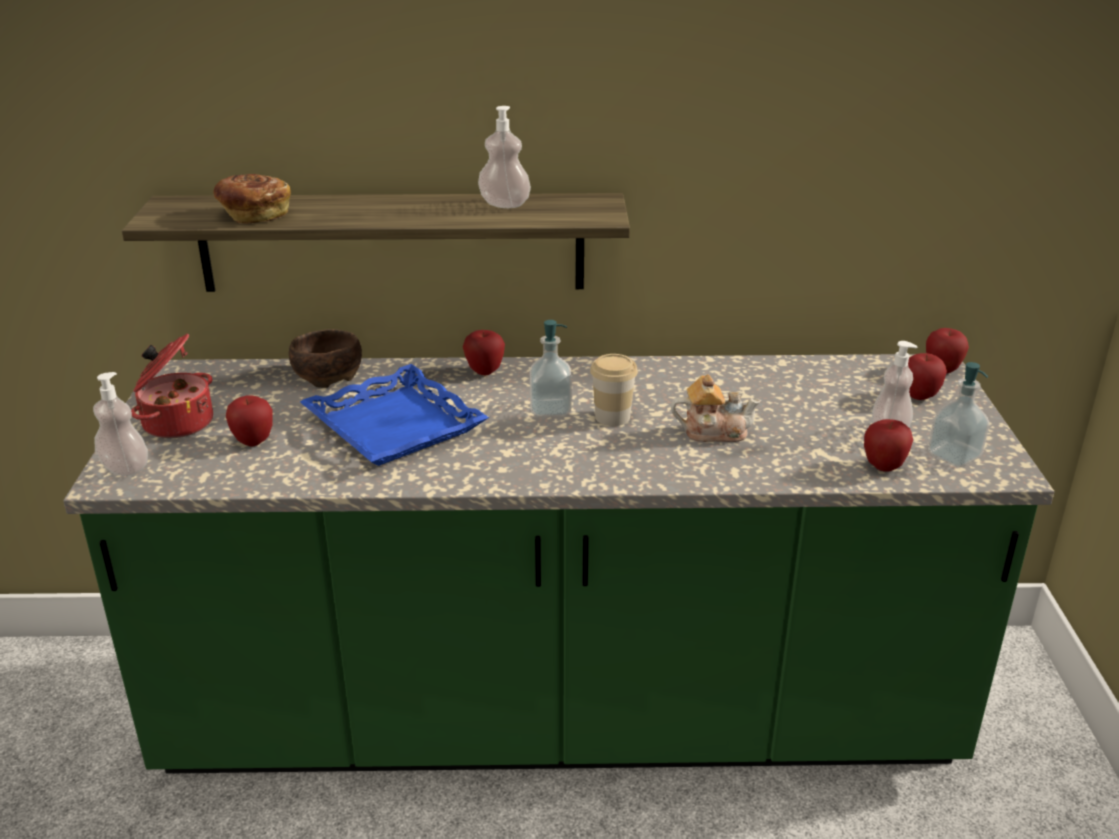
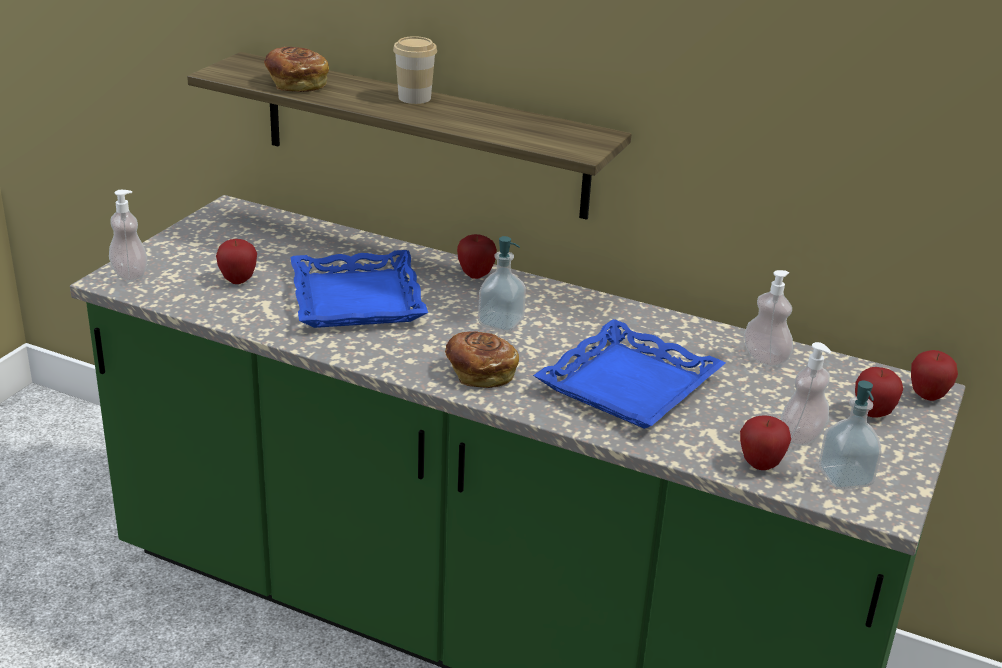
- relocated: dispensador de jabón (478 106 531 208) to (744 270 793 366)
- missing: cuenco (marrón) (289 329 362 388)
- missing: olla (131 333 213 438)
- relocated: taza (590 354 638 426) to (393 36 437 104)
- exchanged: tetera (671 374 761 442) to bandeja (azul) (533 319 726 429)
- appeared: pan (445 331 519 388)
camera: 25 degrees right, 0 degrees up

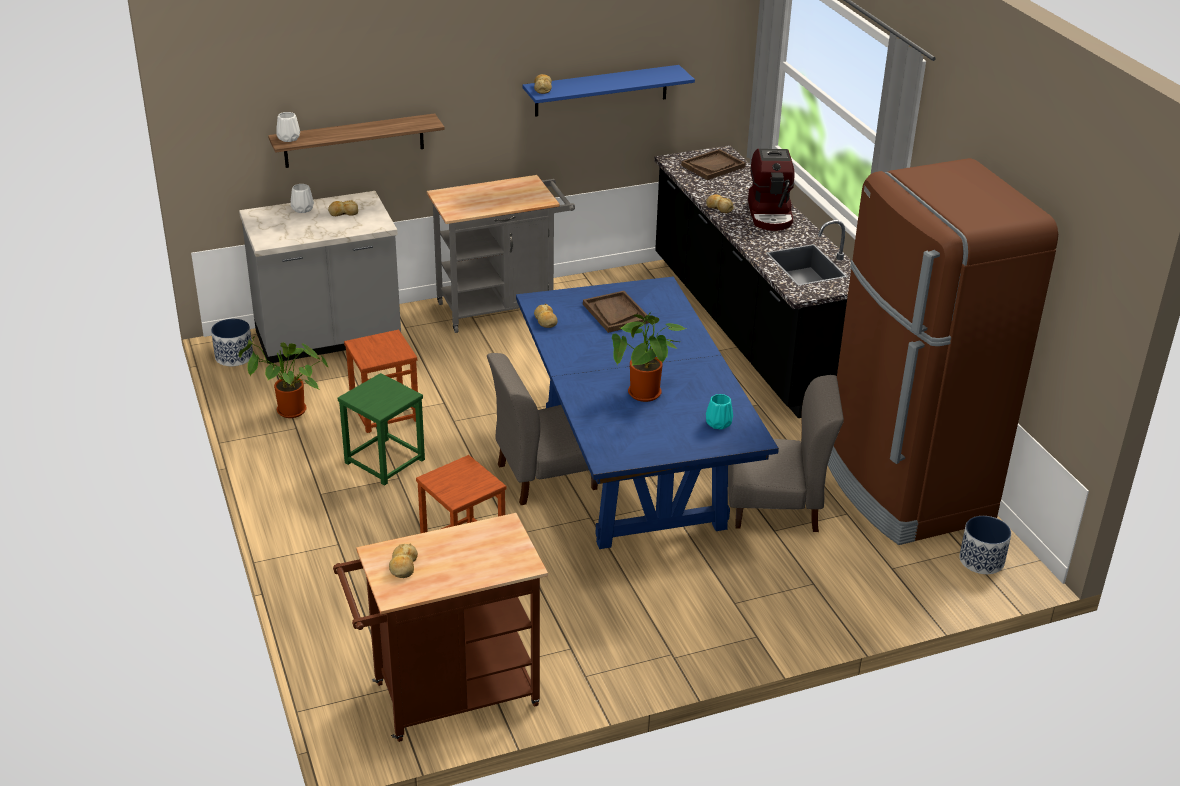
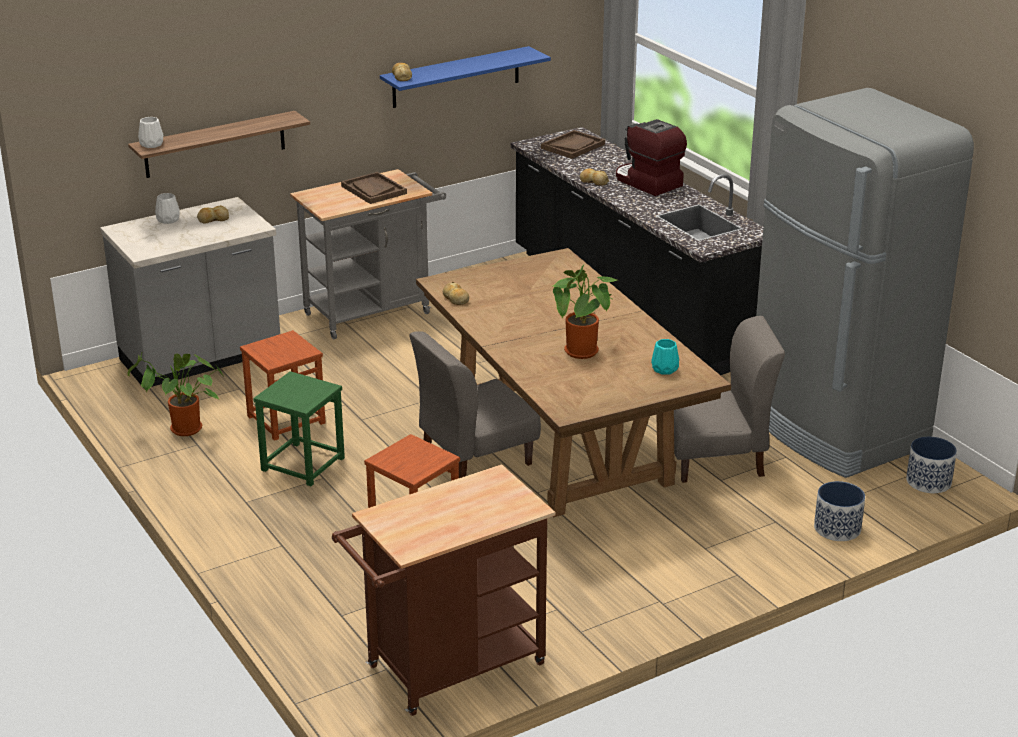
- spun: cafetera (748 149 794 231) = (616 119 687 196) 150 degrees clockwise
- colour: nevera (marrón) (828 158 1058 545) to nevera (gris) (756 88 974 478)
- colour: mesa de comedor (azul) (516 276 779 549) to mesa de comedor (marrón) (416 248 731 517)
- relocated: bandeja (marrón) (583 291 649 333) to (341 172 407 204)
- relocated: maceta (211 319 253 366) to (814 481 865 541)
- missing: pan (389 543 418 578)
camera: 10 degrees left, 5 degrees down

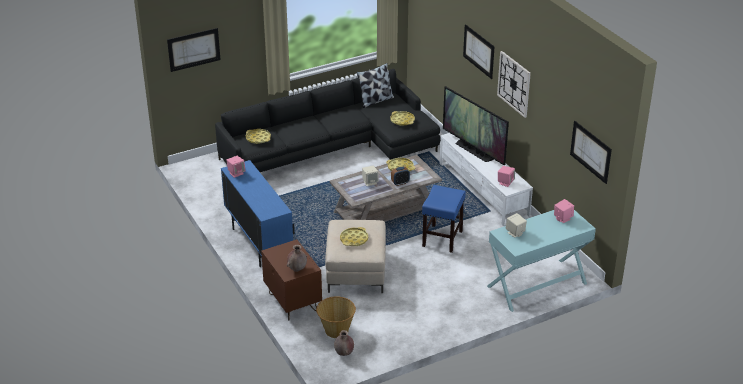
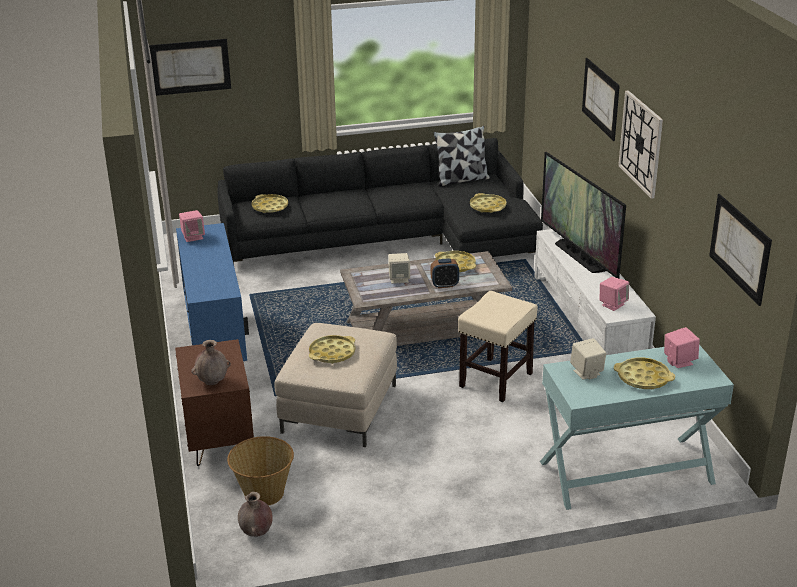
- colour: taburete (azul) (422 185 466 253) to taburete (beis) (458 291 538 402)
- appeared: bandeja (amarillo) (614 358 675 389)
camera: 15 degrees right, 5 degrees down

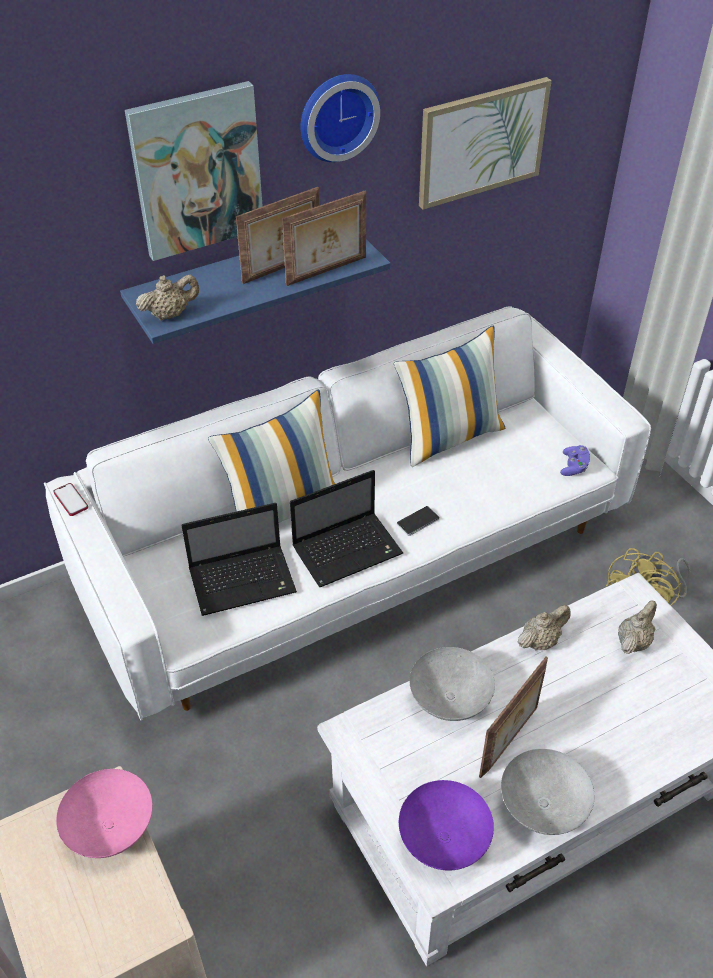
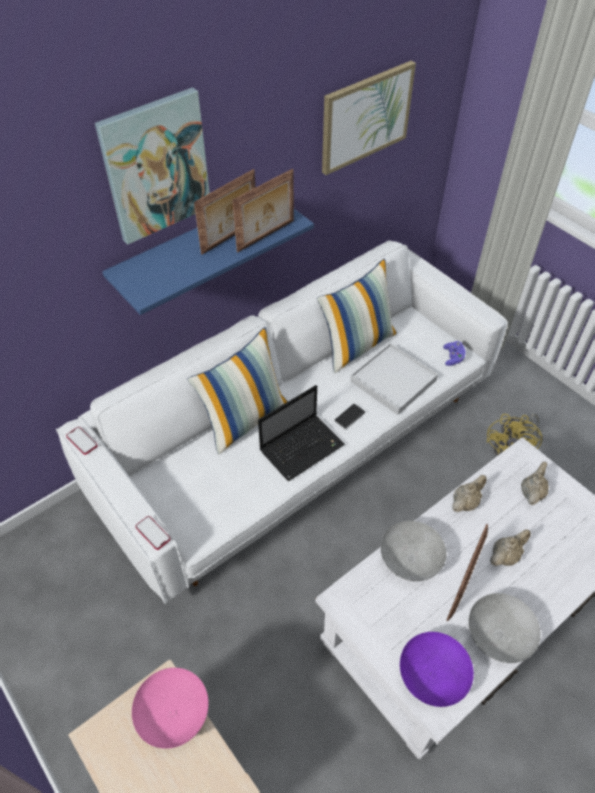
- missing: reloj de pared (301 74 380 162)
- relocated: tetera (beis) (136 275 199 320) to (490 530 531 566)
- missing: portátil (181 503 297 616)
- appeared: bandeja (blanco) (350 343 438 415)
- appeared: móvil (136 516 170 550)
camera: 10 degrees left, 5 degrees up

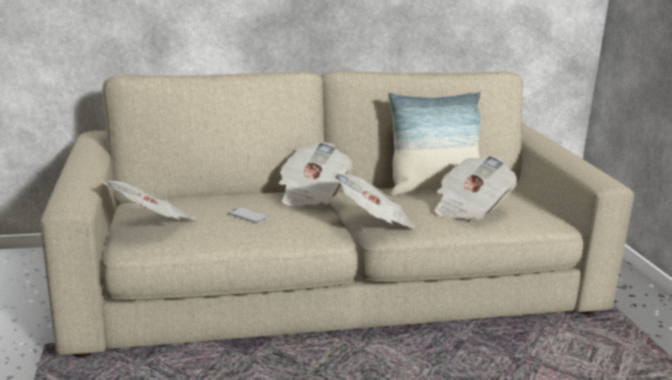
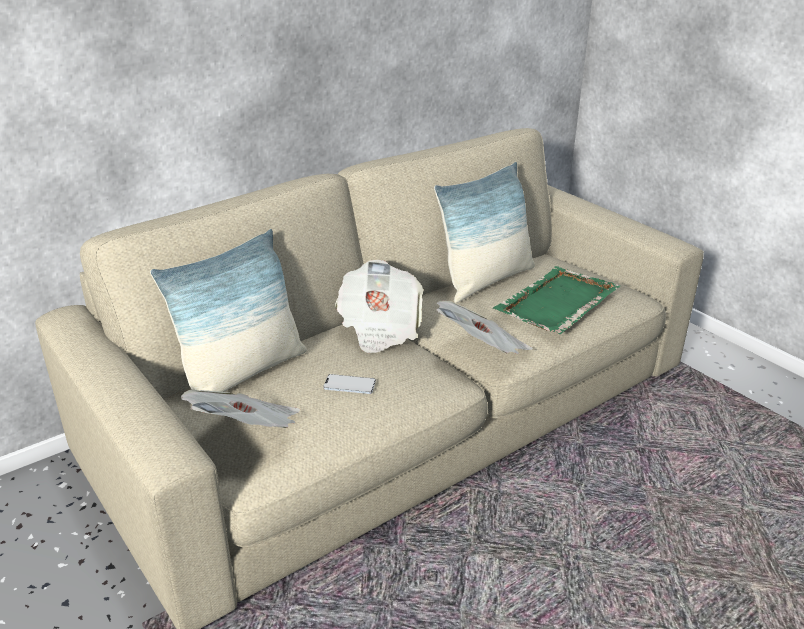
- exchanged: periódico (434 156 517 220) to bandeja (verde) (493 266 620 334)
- appeared: cojín (150 229 307 392)
camera: 25 degrees left, 10 degrees up

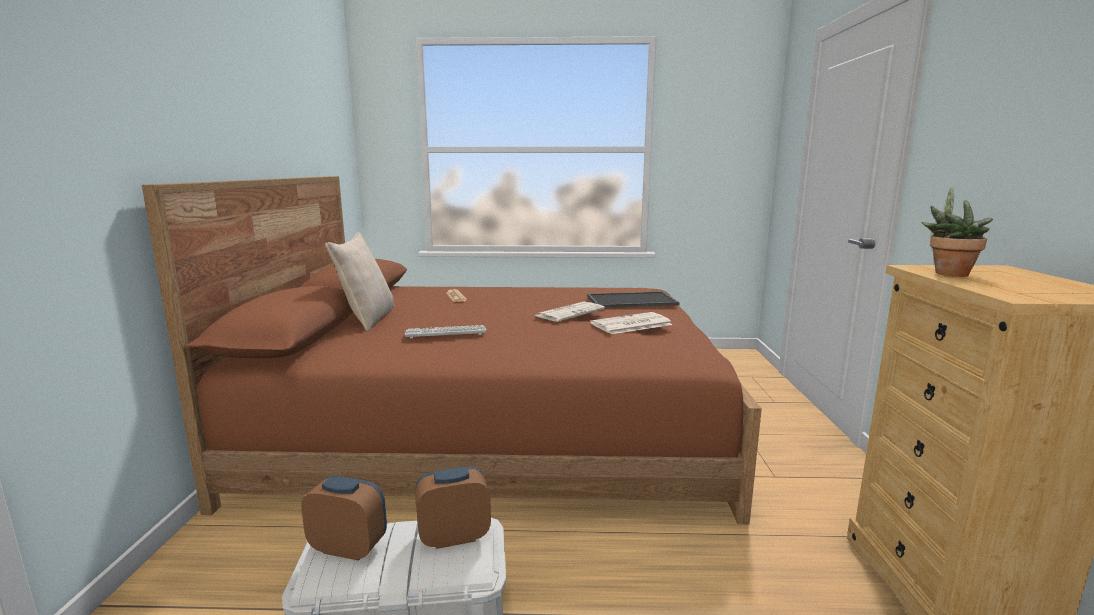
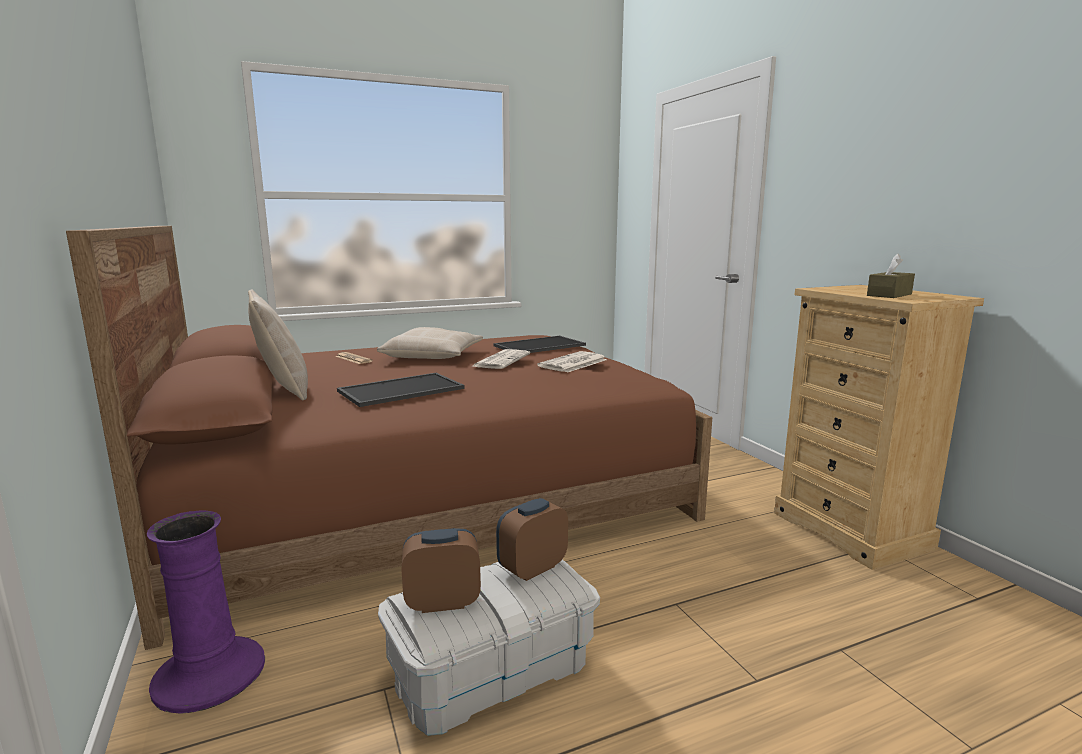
- missing: planta en maceta (921 188 993 277)
- exchanged: teclado (405 325 486 338) to bandeja (337 373 465 407)
- appeared: caja de pañuelos (marrón) (867 253 915 298)
- appeared: cojín (beis) (377 327 483 359)
- appeared: florero (morado) (147 510 265 714)
camera: 25 degrees left, 0 degrees up

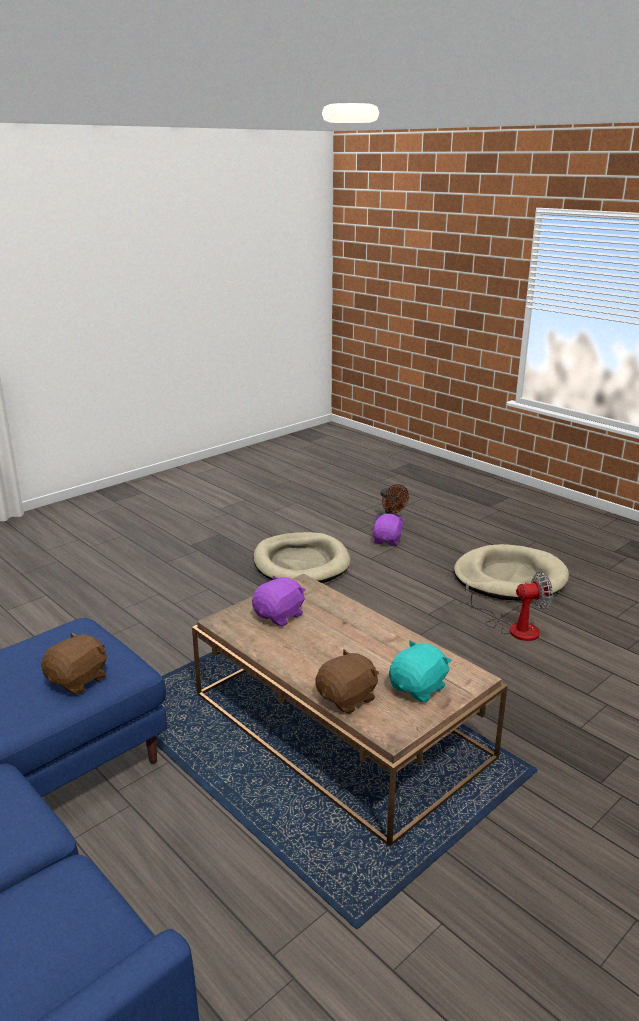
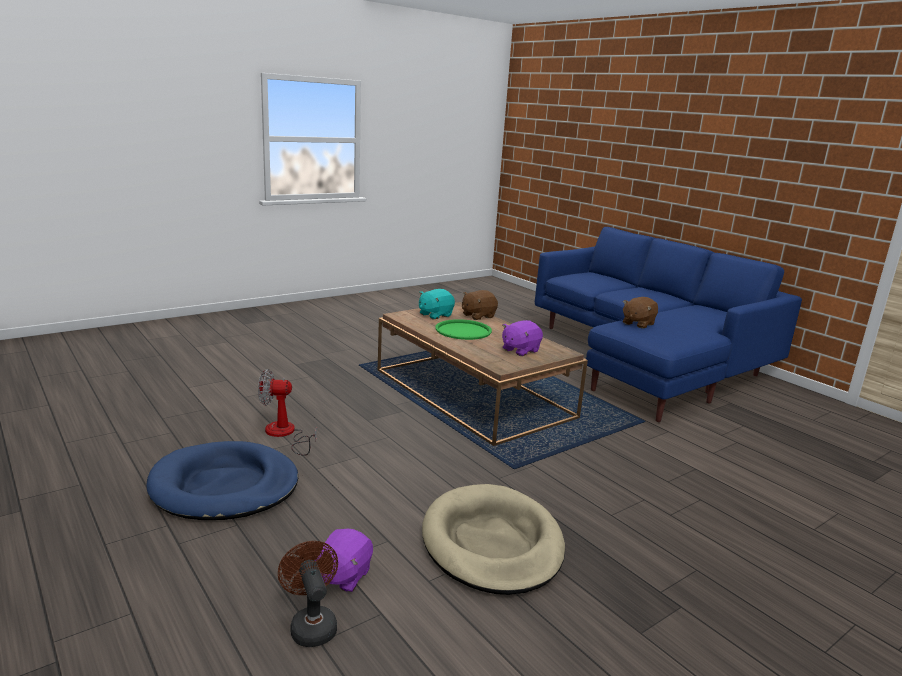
- colour: cama para perro (beis) (454 544 569 601) to cama para perro (azul) (146 441 298 520)
- appeared: bandeja (verde) (435 319 492 340)
camera: 175 degrees left, 5 degrees down

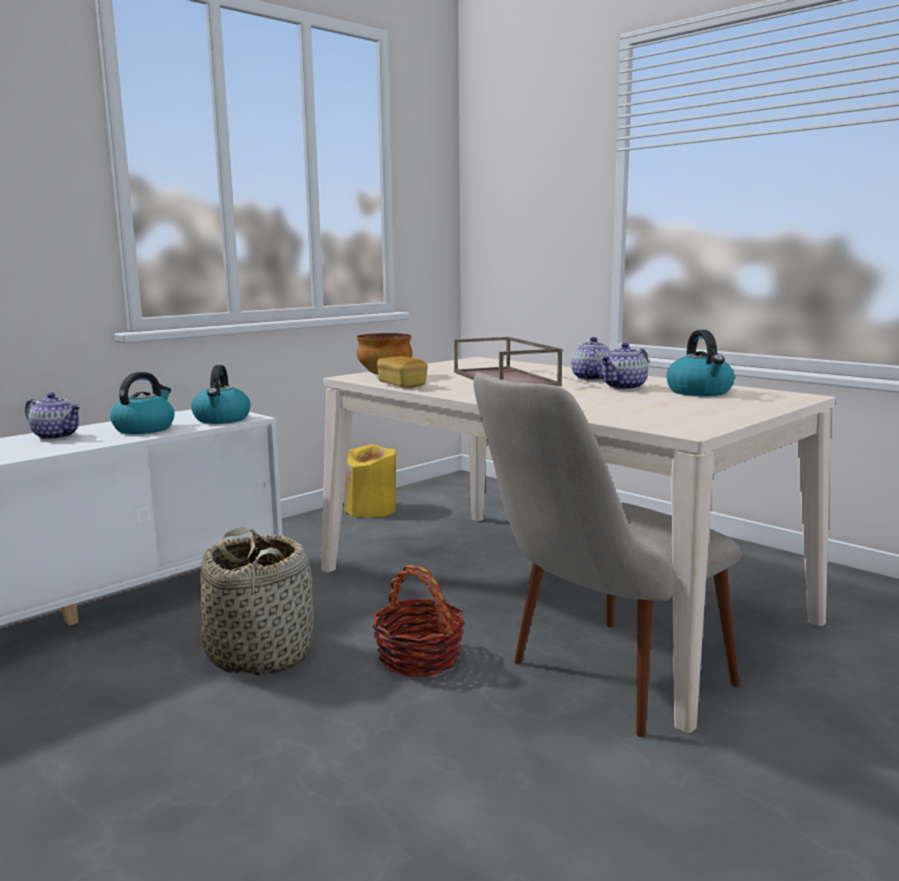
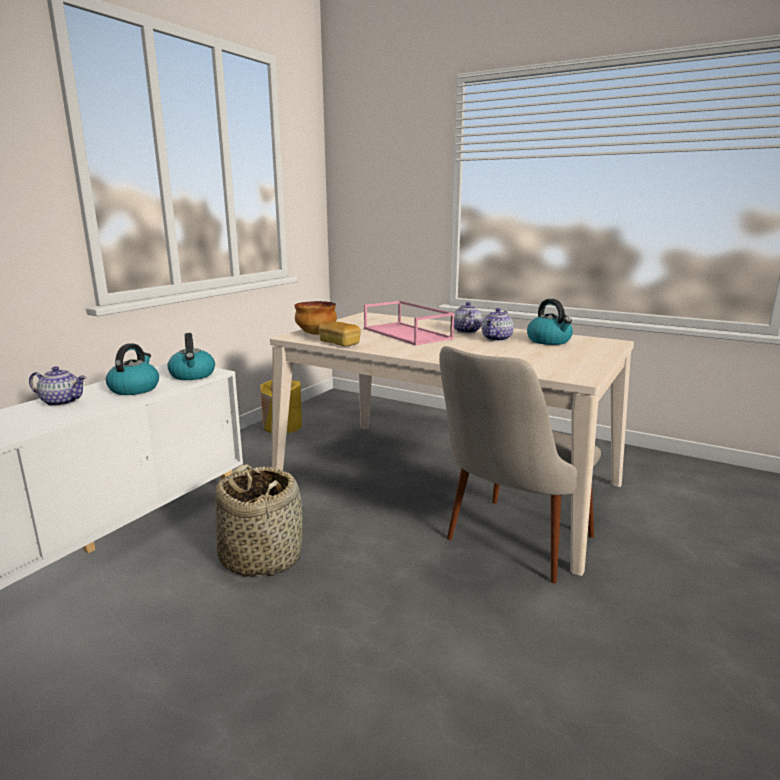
- colour: bandeja (marrón) (454 337 562 386) to bandeja (rosa) (364 301 455 345)
- missing: cesta (372 565 465 677)
camera: 15 degrees left, 5 degrees up

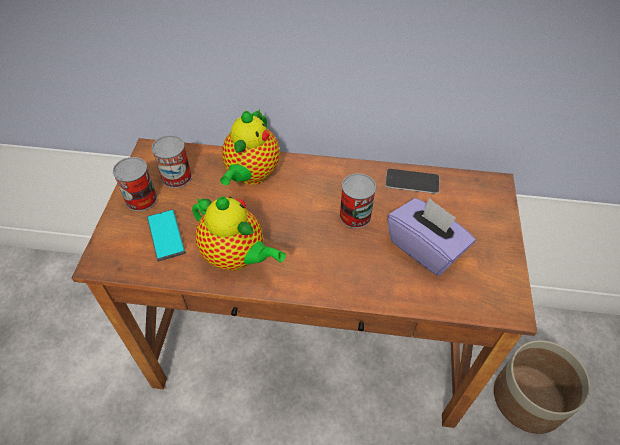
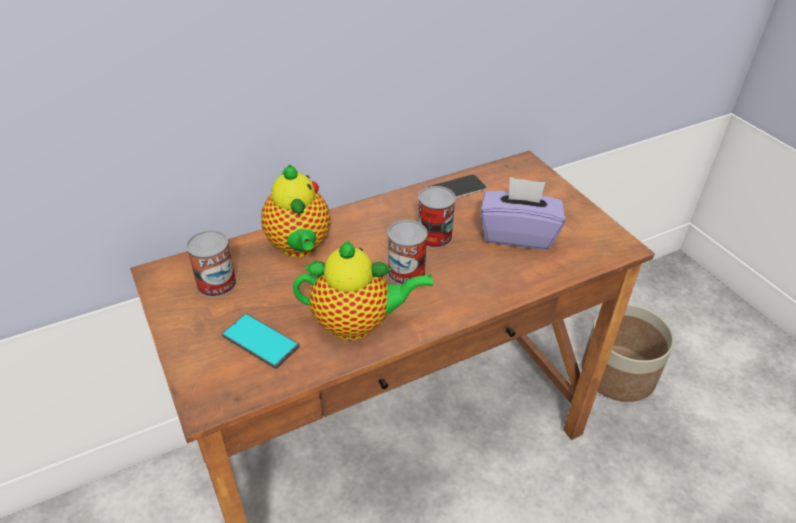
- relocated: lata (113 157 157 211) to (388 220 428 285)
camera: 35 degrees left, 10 degrees down

